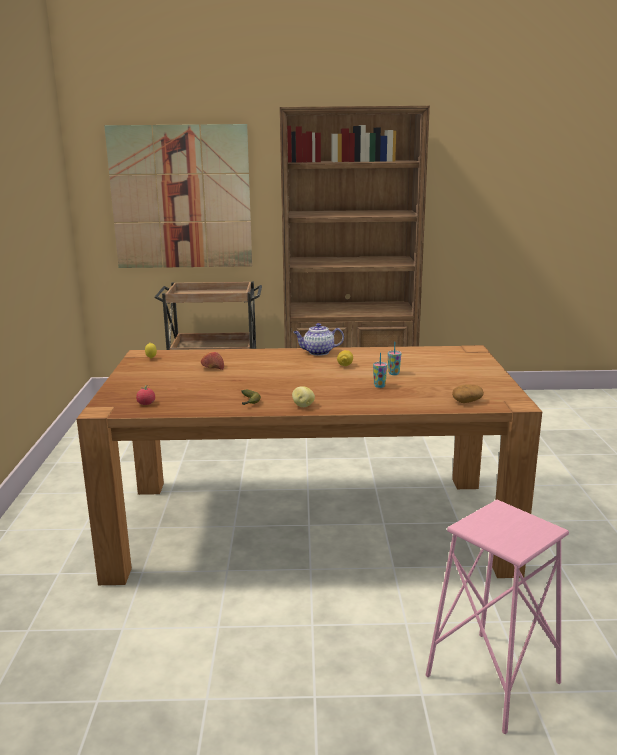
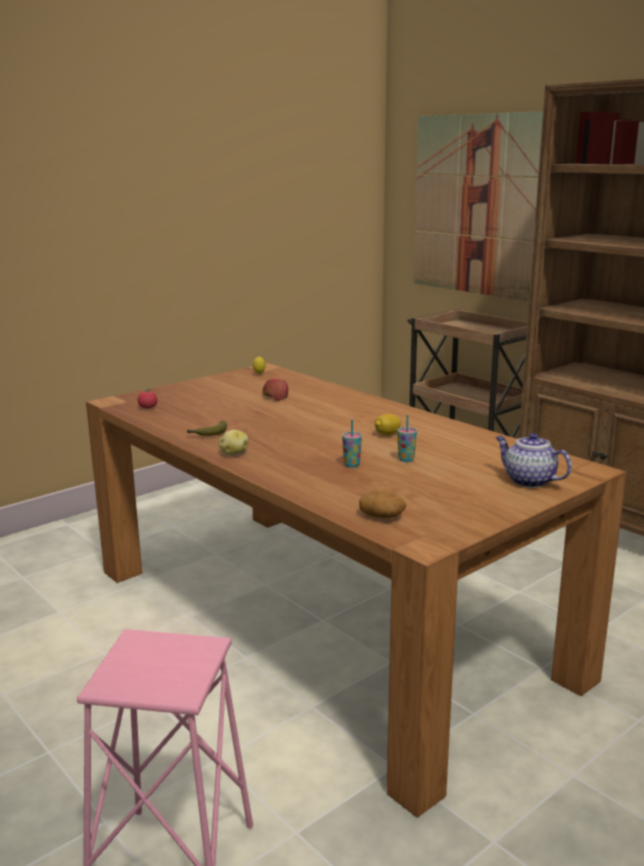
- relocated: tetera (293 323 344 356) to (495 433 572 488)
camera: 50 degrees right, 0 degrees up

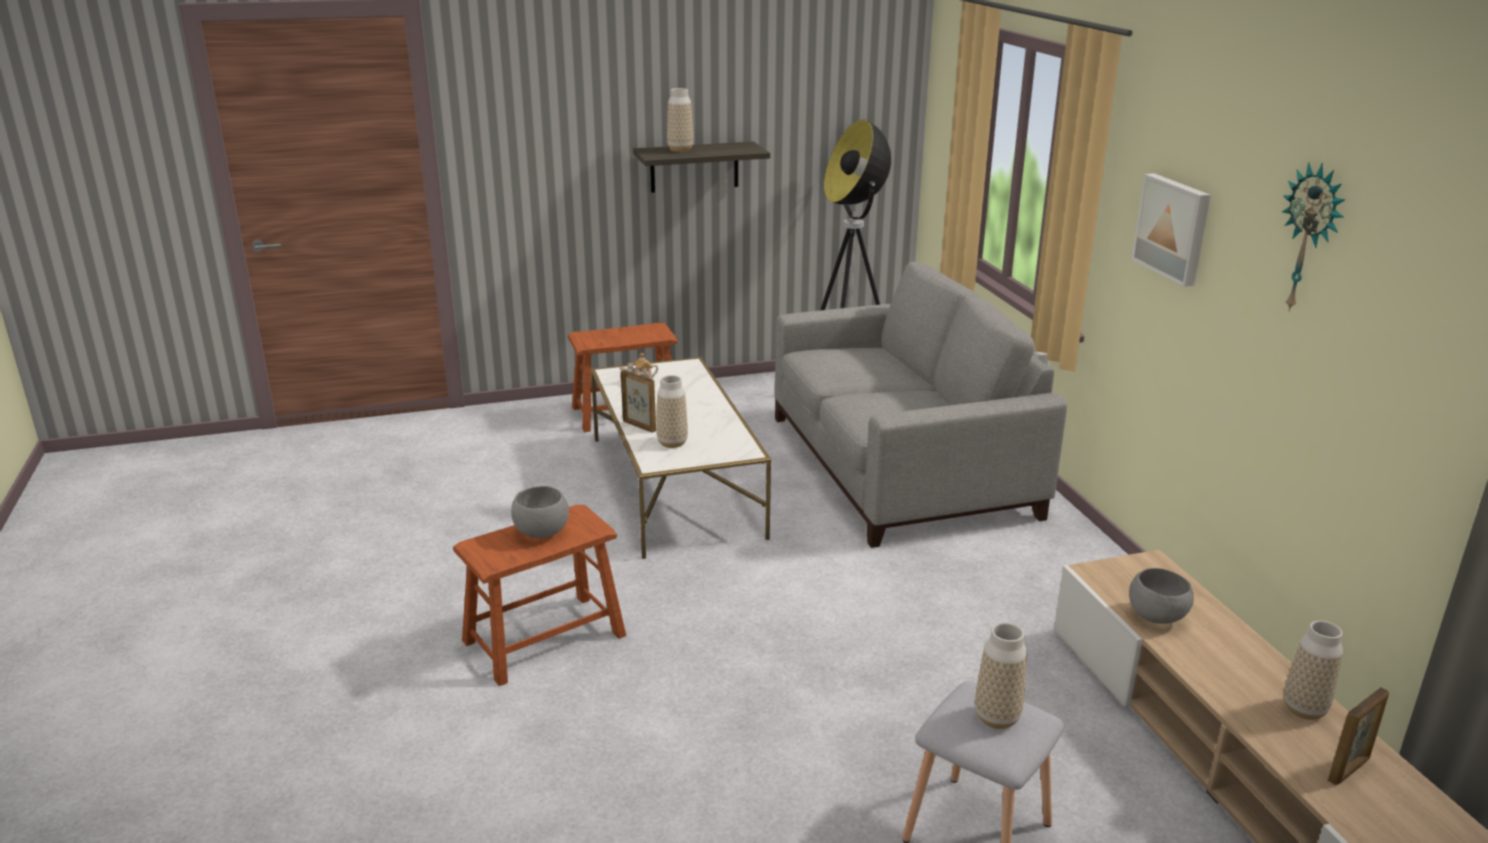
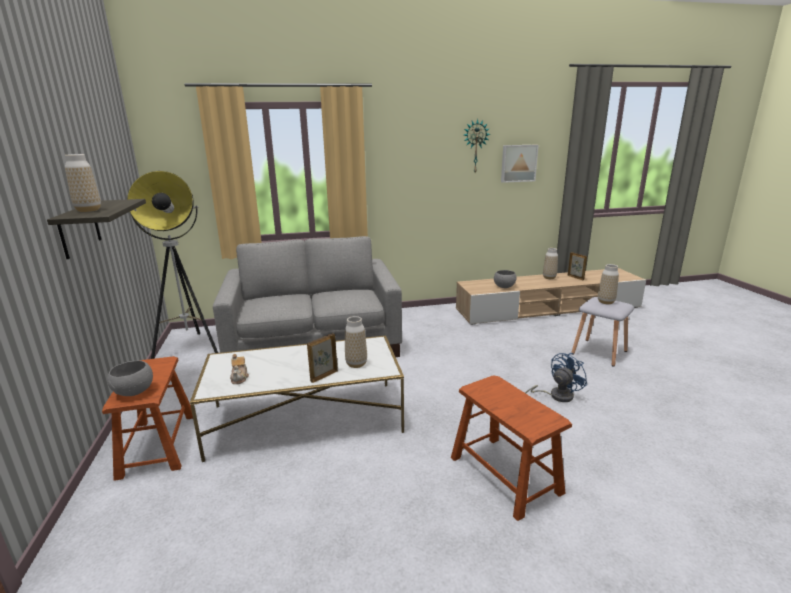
- relocated: cuadro (1131 173 1211 287) to (501 145 539 183)
- relocated: cuenco (gris) (511 486 569 538) to (107 360 153 396)
- appeared: ventilador (azul) (525 353 588 402)
camera: 85 degrees left, 5 degrees down

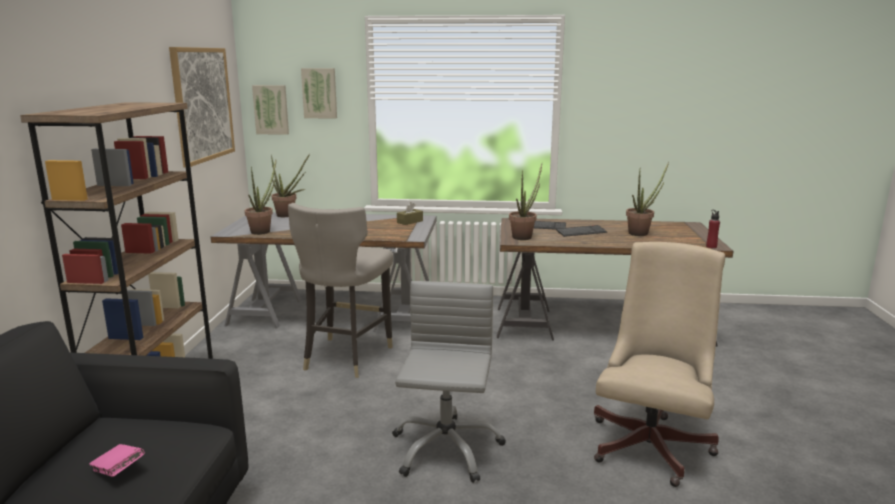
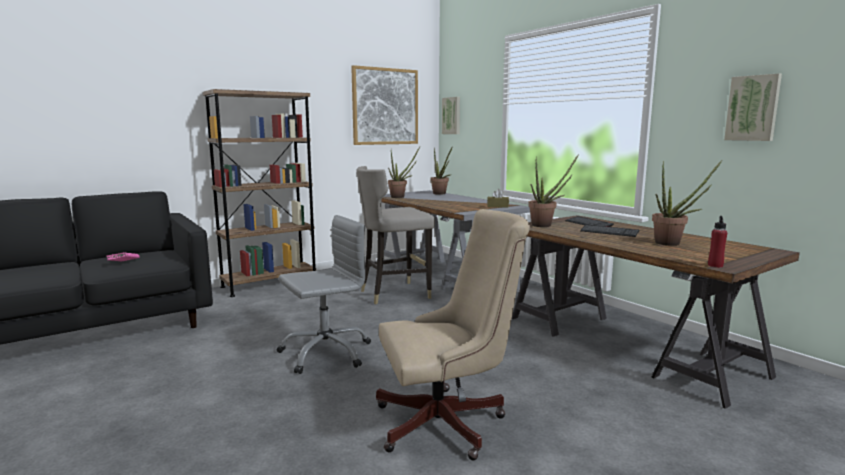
- relocated: cuadro (301 68 337 119) to (724 73 782 141)
camera: 50 degrees right, 5 degrees down

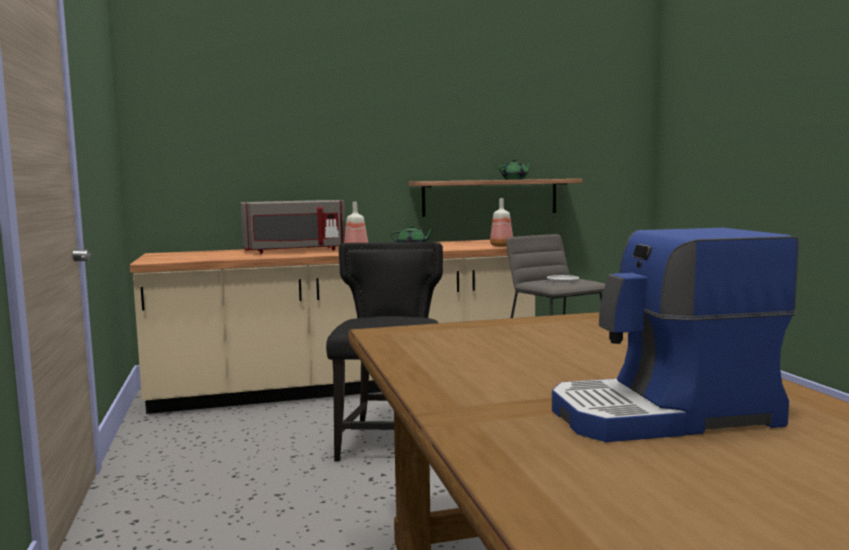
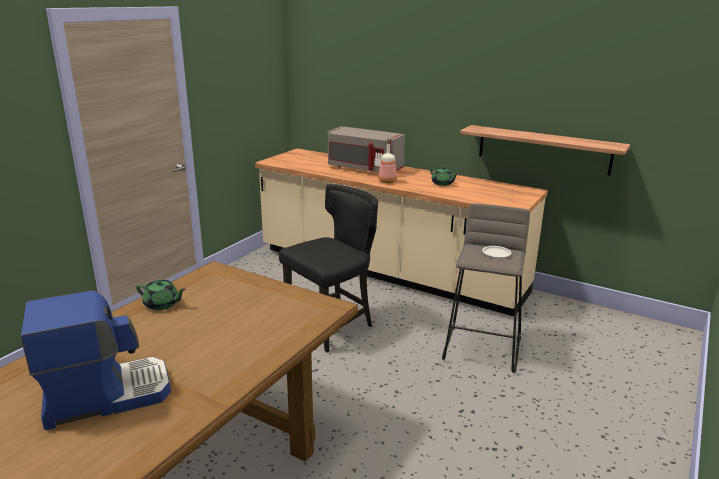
- relocated: tetera (verde) (499 159 531 180) to (136 279 186 310)
- missing: botella (490 198 513 247)
- spun: cafetera (552 228 799 442) = (21 290 171 430) 120 degrees clockwise
camera: 45 degrees right, 15 degrees up

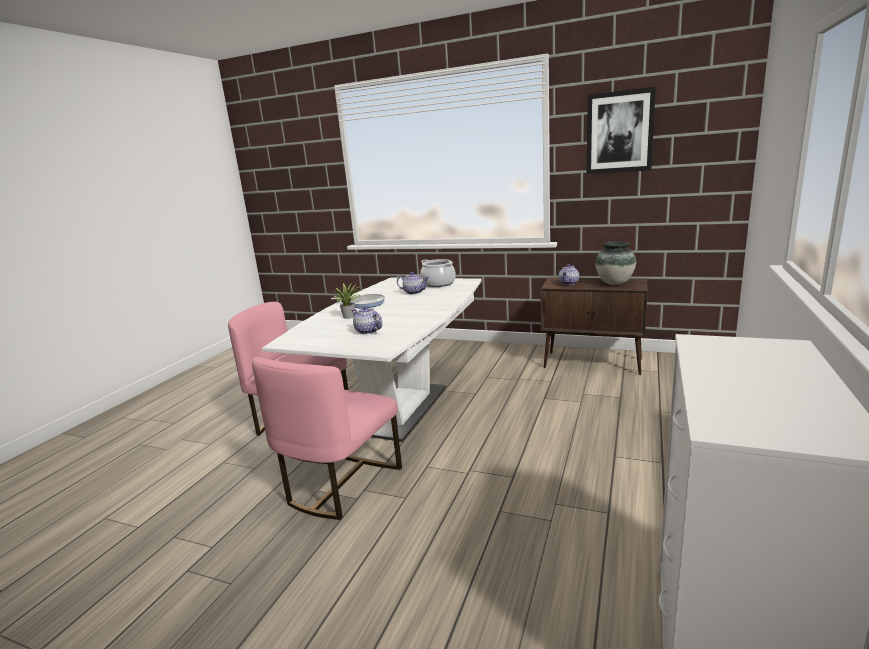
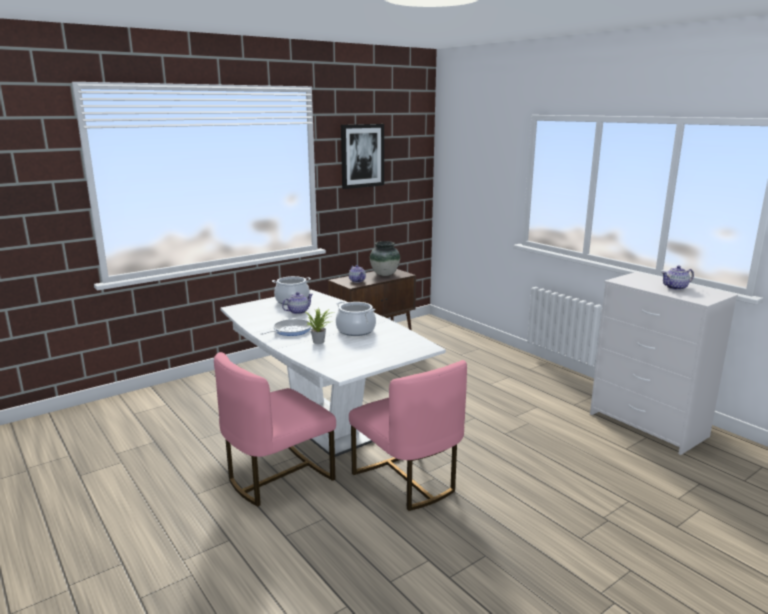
- relocated: tetera (351 306 383 334) to (661 266 694 290)
- appeared: olla (336 302 376 336)
camera: 60 degrees left, 0 degrees up

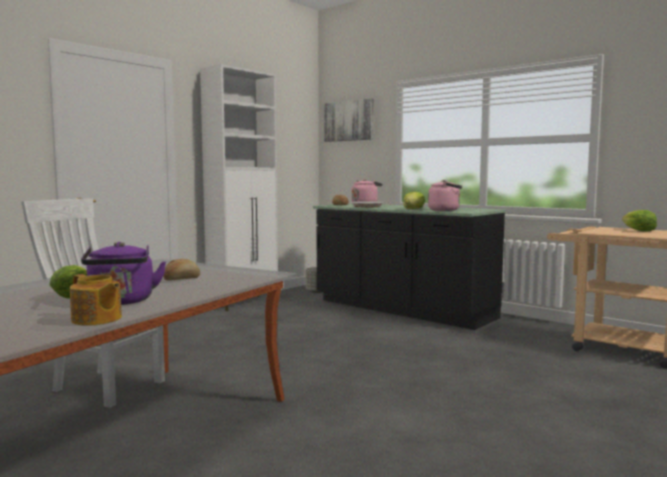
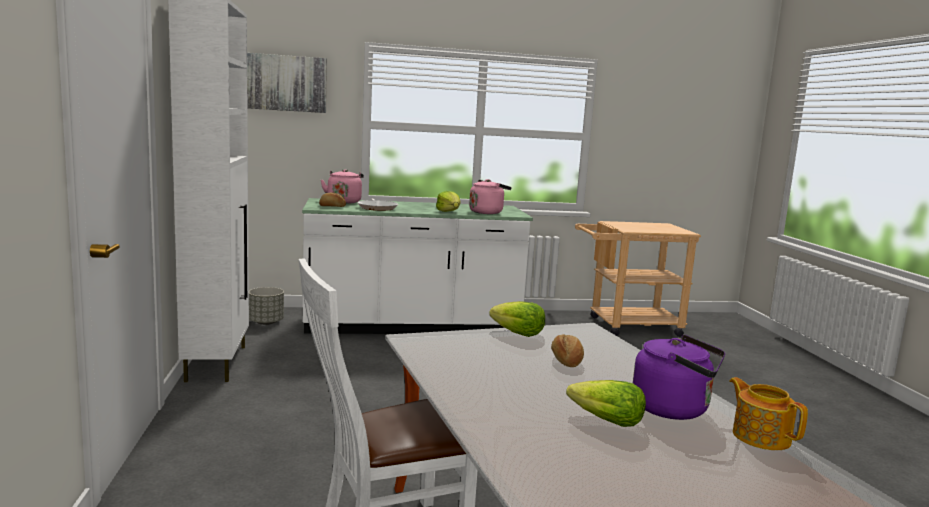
- colour: mueble bajo de cocina (negro) (313 203 506 330) to mueble bajo de cocina (blanco) (302 198 533 334)
- relocated: lechuga (622 210 657 232) to (489 301 545 337)
- spun: tetera (70 274 122 326) = (729 377 808 450) 105 degrees counterclockwise
camera: 50 degrees left, 5 degrees up

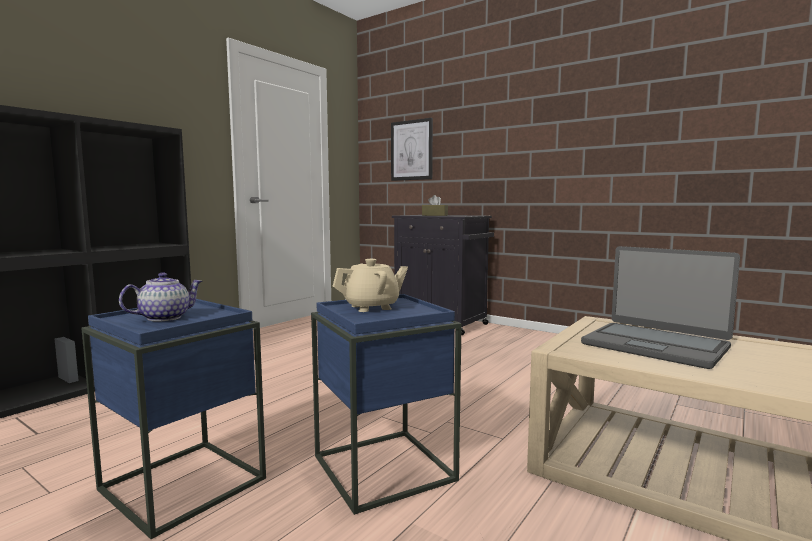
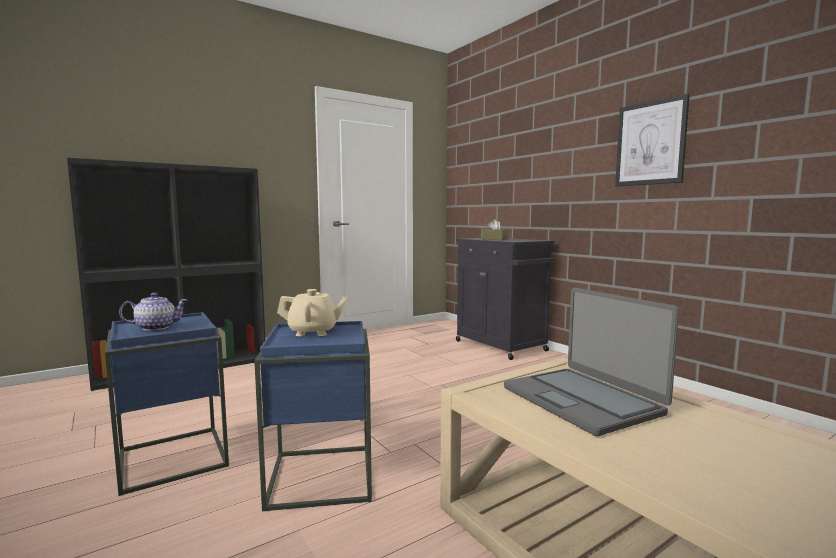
- relocated: cuadro (391 118 433 181) to (615 94 690 187)
camera: 20 degrees right, 0 degrees up

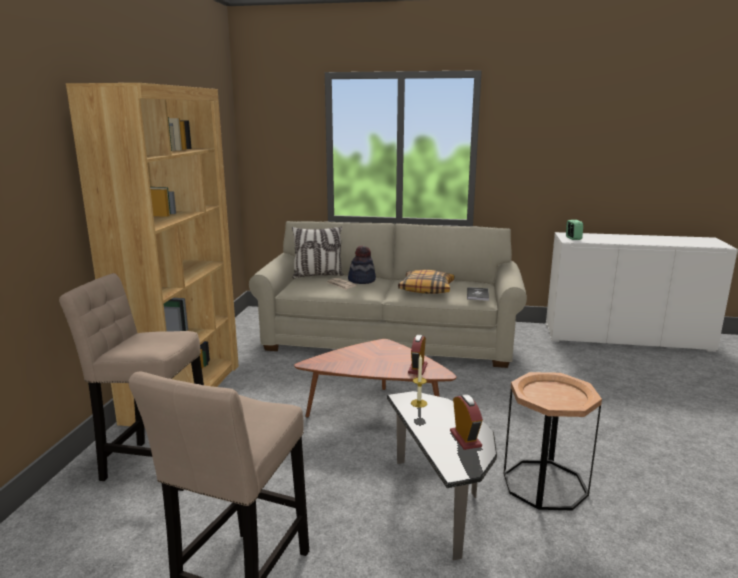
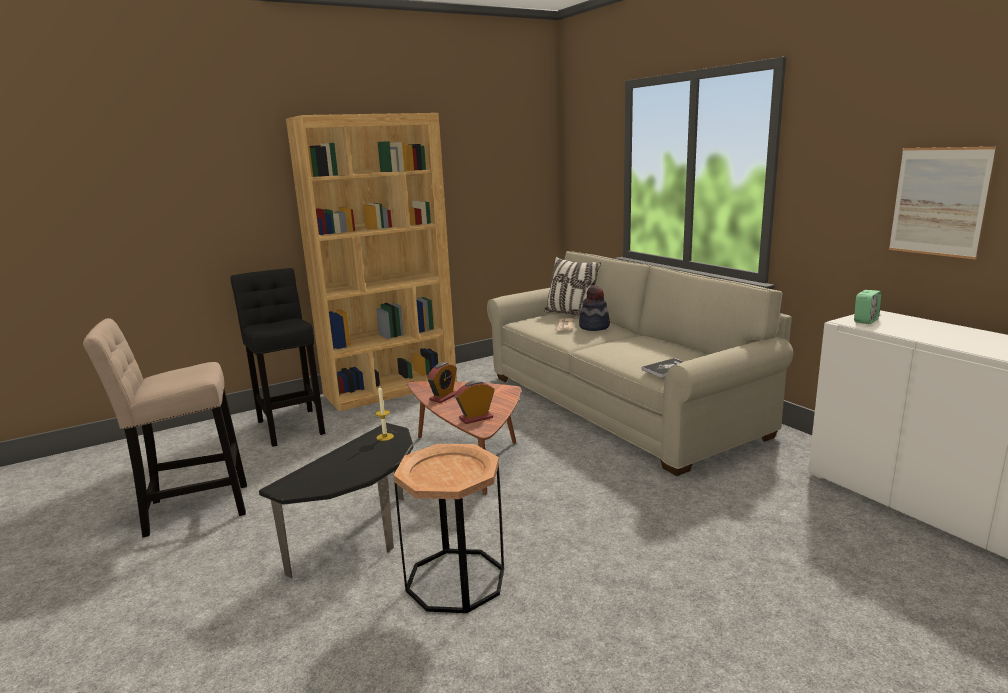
- missing: cojín (398 270 454 294)
- colour: taburete (beis) (59 273 204 491) to taburete (negro) (231 268 325 447)
- relocated: despertador (450 394 483 450) to (427 362 457 403)
- appeared: cuadro (889 147 996 259)
camera: 50 degrees right, 0 degrees up

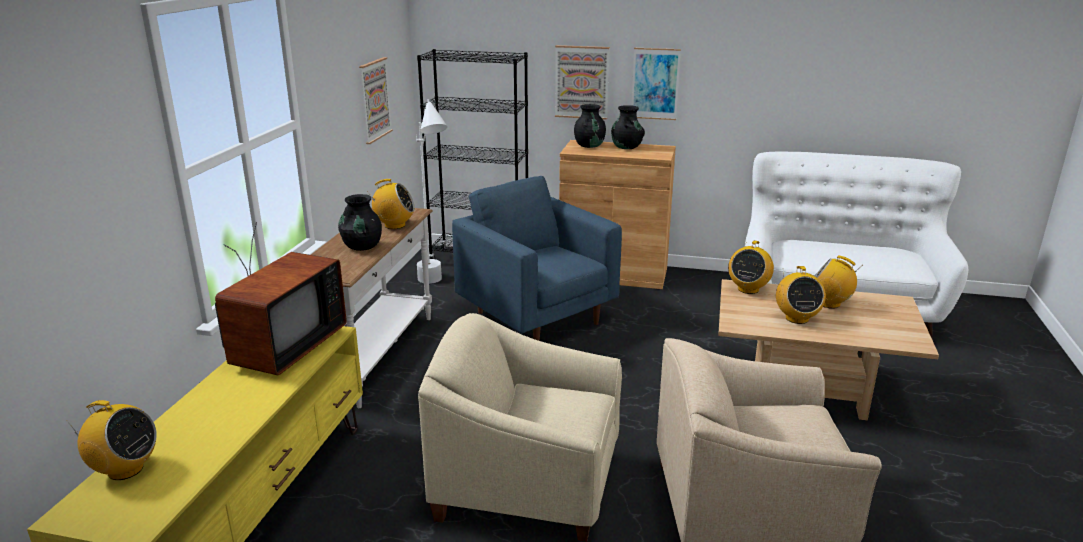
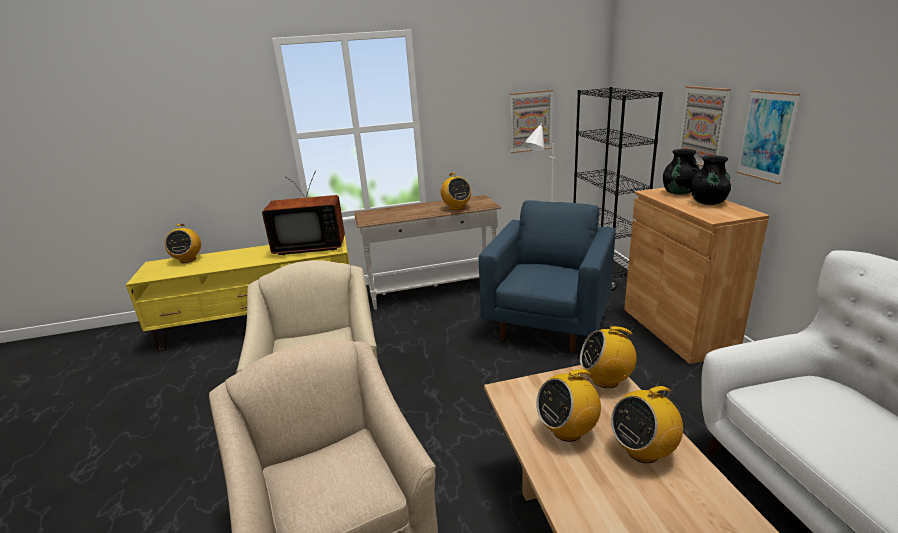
- missing: florero (negro) (338 194 382 251)
- spun: radio (815 255 863 309) = (611 381 683 463) 120 degrees counterclockwise
camera: 65 degrees right, 0 degrees up

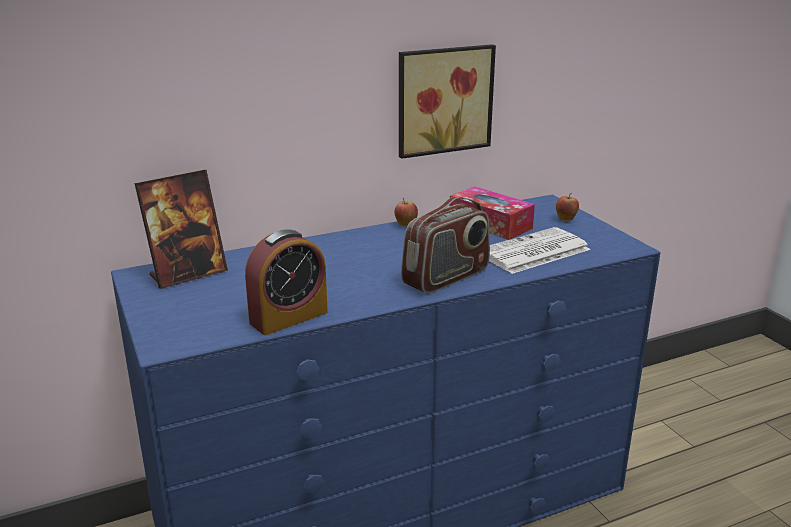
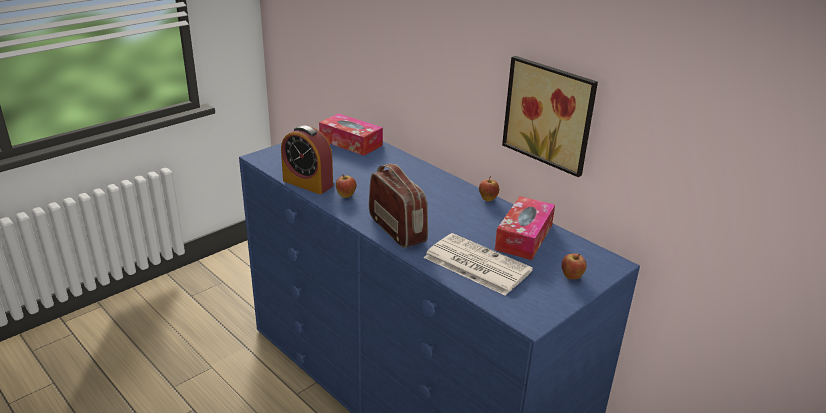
- exchanged: portarretratos (134 170 228 289) to caja de pañuelos (319 113 383 156)
- spun: radio (401 197 490 294) = (369 164 428 248) 150 degrees counterclockwise
- appeared: manzana (336 174 356 198)
camera: 70 degrees right, 5 degrees up

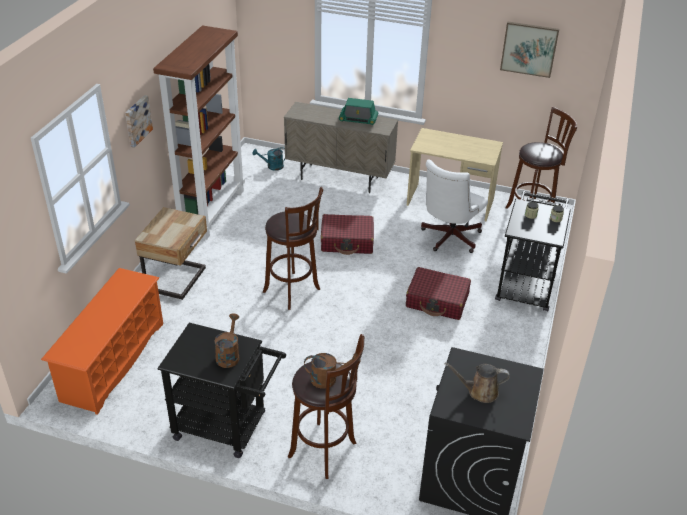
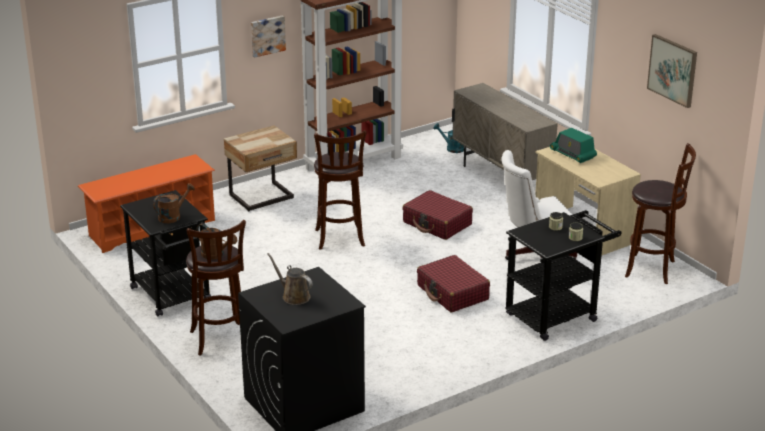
- relocated: radio (339 98 378 125) to (550 128 597 163)
camera: 40 degrees right, 10 degrees down

